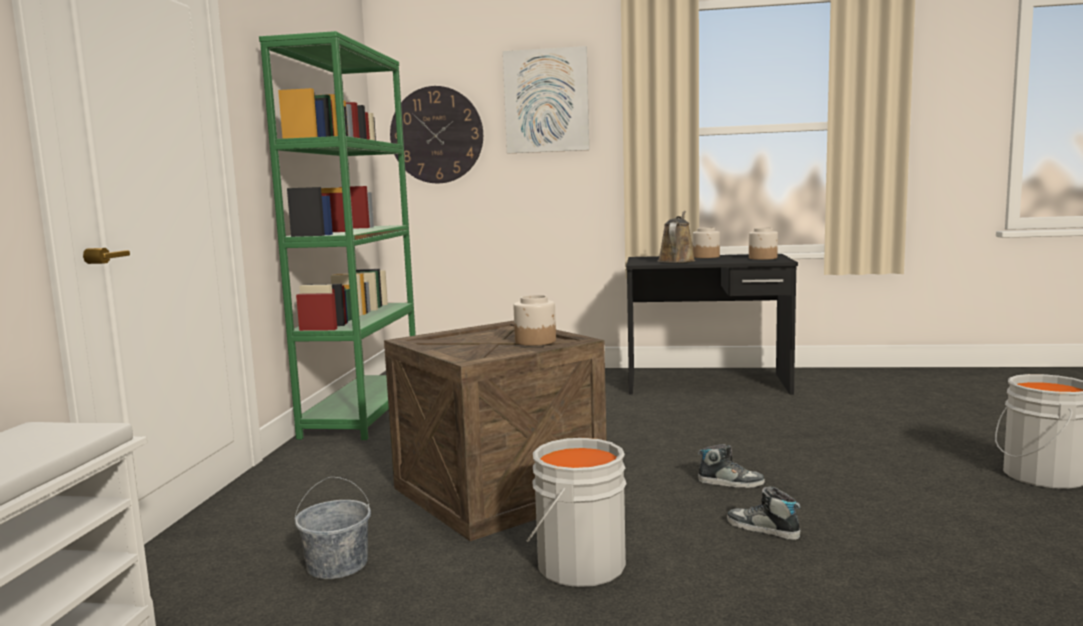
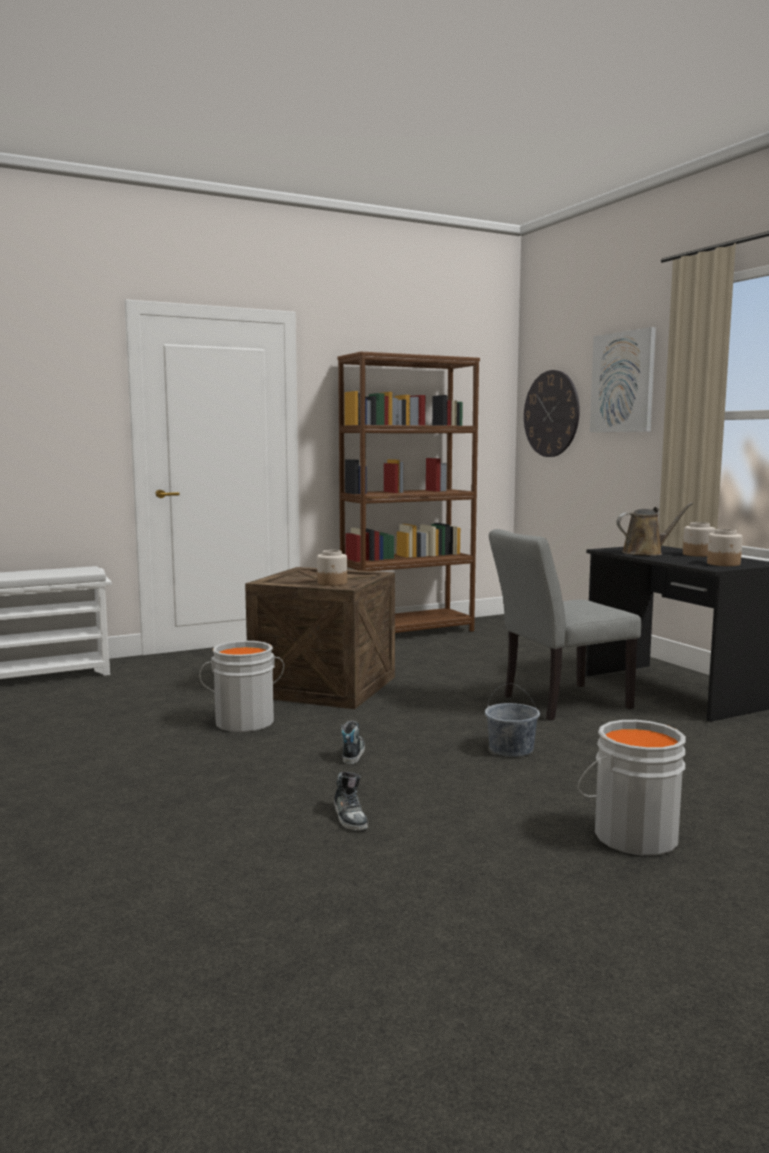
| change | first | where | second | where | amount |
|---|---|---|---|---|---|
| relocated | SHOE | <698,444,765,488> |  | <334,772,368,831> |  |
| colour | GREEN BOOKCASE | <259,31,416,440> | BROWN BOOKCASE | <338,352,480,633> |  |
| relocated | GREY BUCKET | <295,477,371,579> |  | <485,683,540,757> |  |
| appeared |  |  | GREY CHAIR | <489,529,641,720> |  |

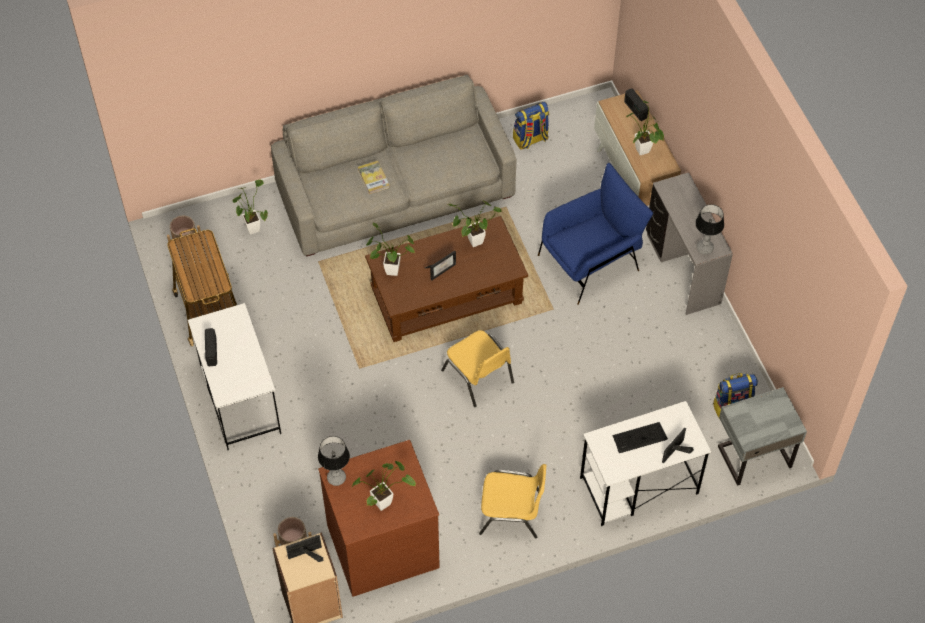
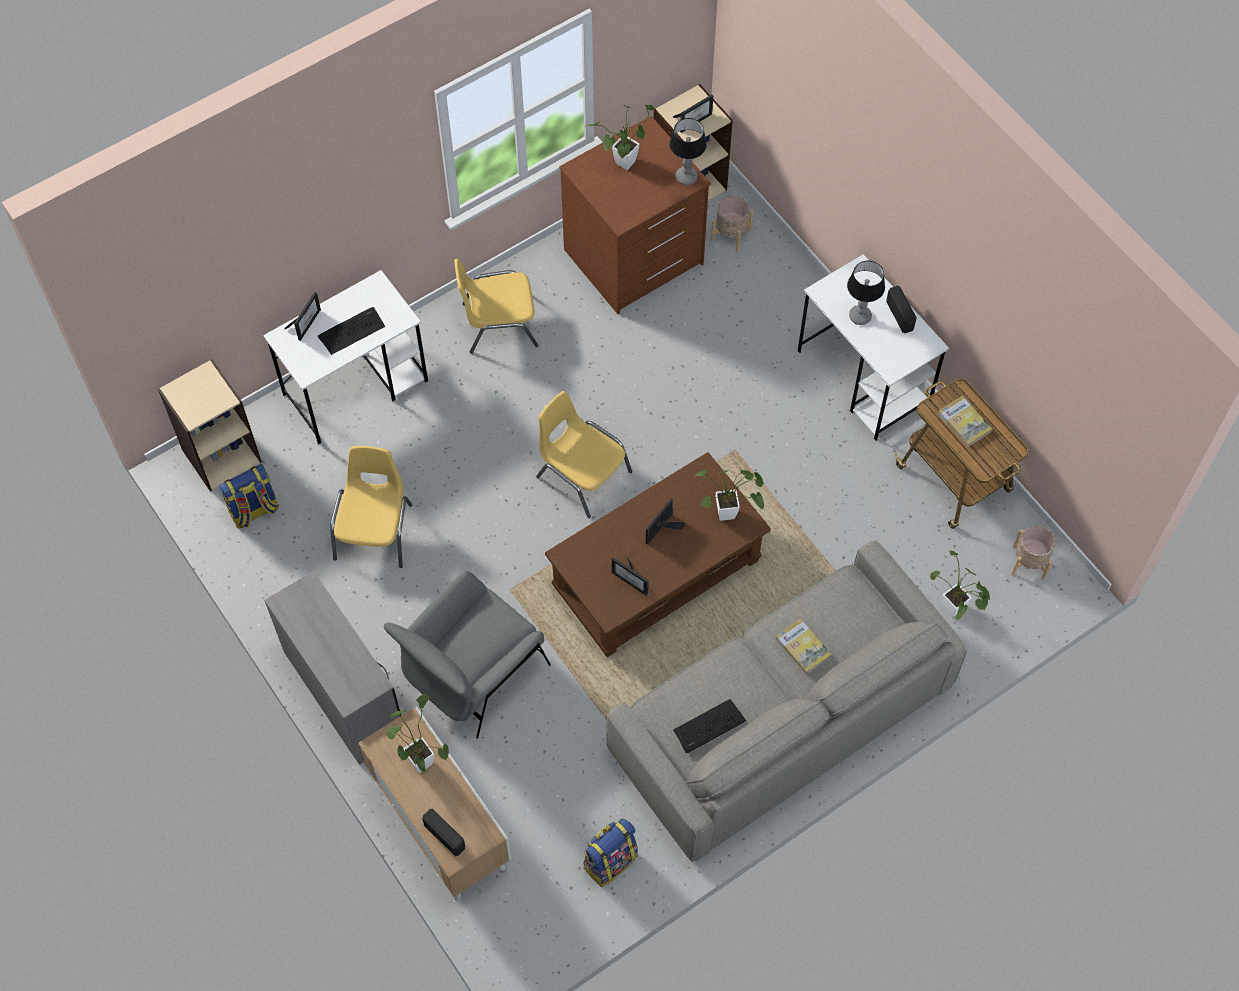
| change | first | where | second | where | amount |
|---|---|---|---|---|---|
| exchanged | GREY NIGHTSTAND | <718,387,807,486> | BEIGE BOOKCASE | <158,359,262,492> |  |
| appeared |  |  | YELLOW CHAIR | <330,446,412,568> |  |
| colour | BLUE ARMCHAIR | <538,163,653,305> | GREY ARMCHAIR | <384,571,551,739> |  |
| exchanged | POTTED PLANT | <449,200,502,247> | PICTURE FRAME | <612,557,648,596> |  |
| appeared |  |  | KEYBOARD | <673,699,746,753> |  |
| relocated | TABLE LAMP | <695,204,724,255> |  | <847,261,885,325> |  |
| appeared |  |  | BOOK | <938,396,992,447> |  |

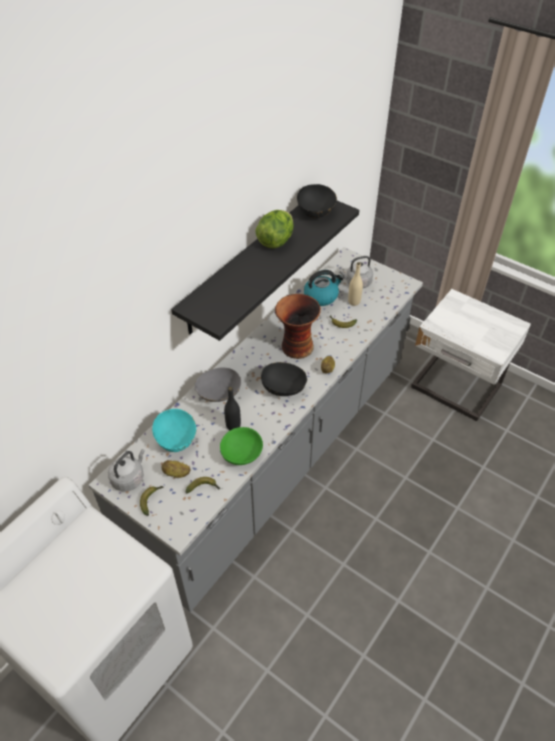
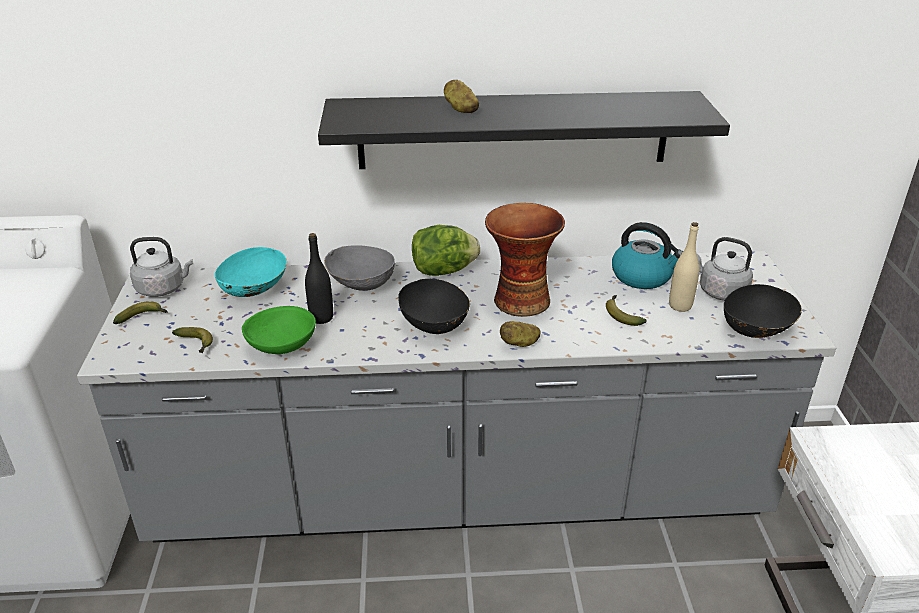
| change | first | where | second | where | amount |
|---|---|---|---|---|---|
| relocated | LETTUCE | <255,210,294,249> |  | <412,225,480,276> |  |
| relocated | POTATO | <162,460,190,478> |  | <444,80,479,113> |  |
| relocated | BLACK BOWL | <297,184,337,218> |  | <724,284,802,338> |  |

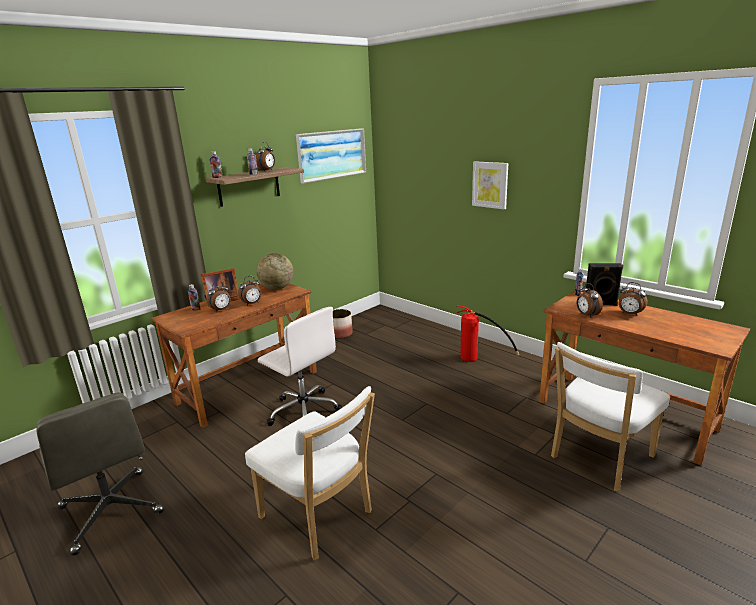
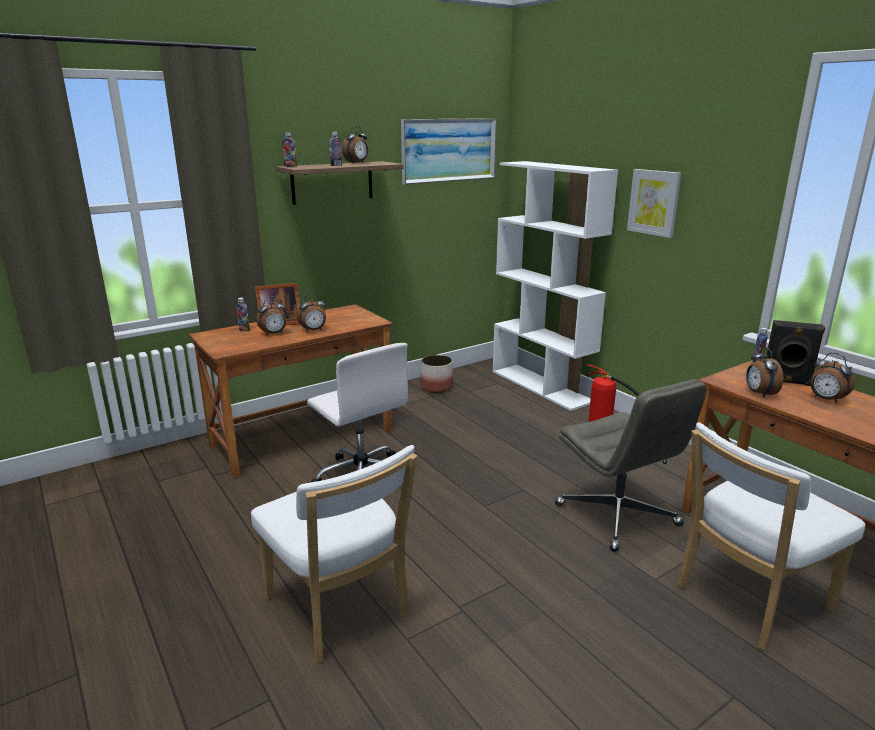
| change | first | where | second | where | amount |
|---|---|---|---|---|---|
| appeared |  |  | WHITE BOOKCASE | <493,161,618,411> |  |
| relocated | GREY OFFICE CHAIR | <36,392,164,555> |  | <555,379,707,552> |  |
| missing | GLOBE | <256,253,293,290> |  |  |  |

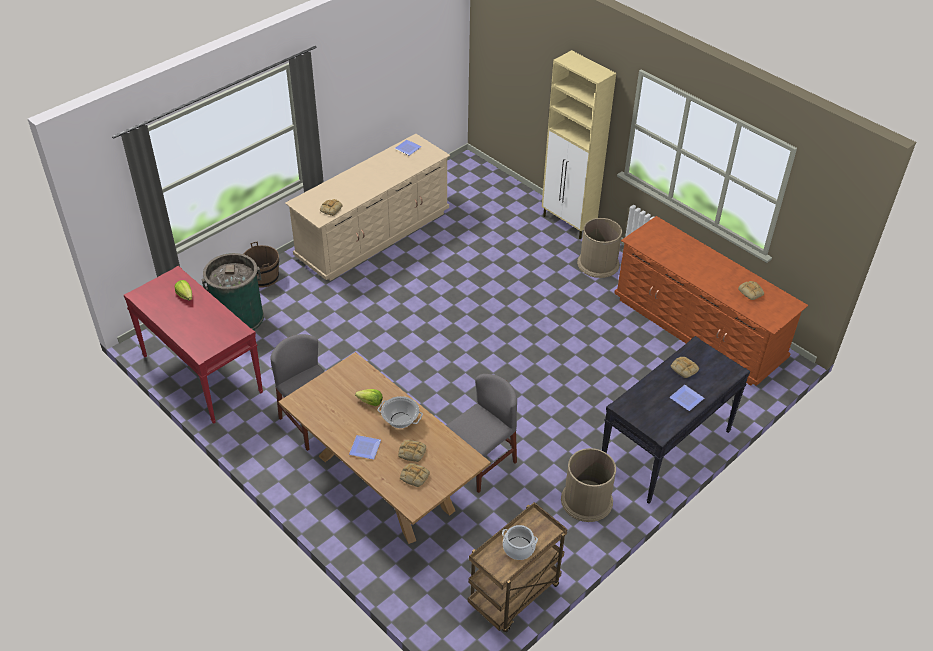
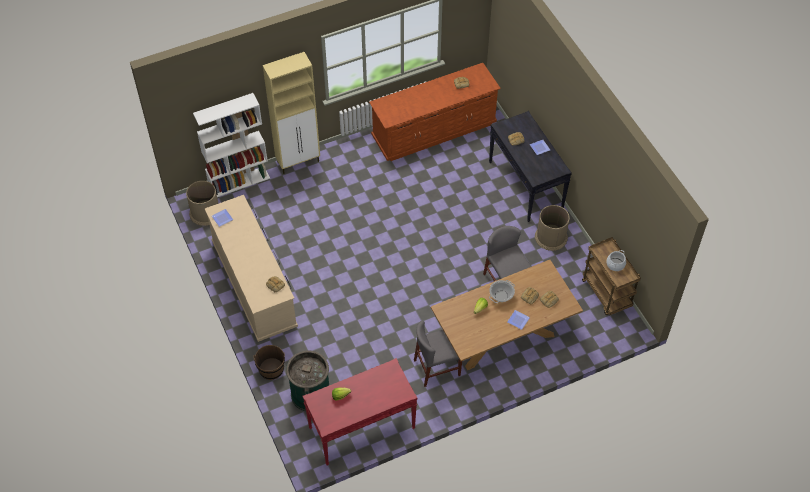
| change | first | where | second | where | amount |
|---|---|---|---|---|---|
| relocated | BROWN TRASH CAN | <577,218,622,278> |  | <186,181,218,226> |  |
| appeared |  |  | WHITE BOOKCASE | <193,93,270,197> |  |

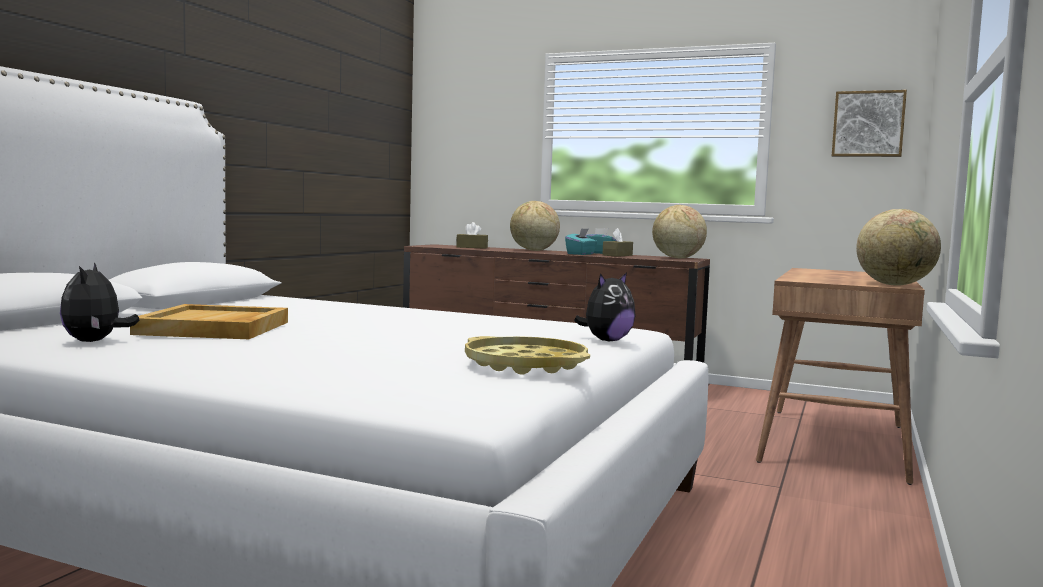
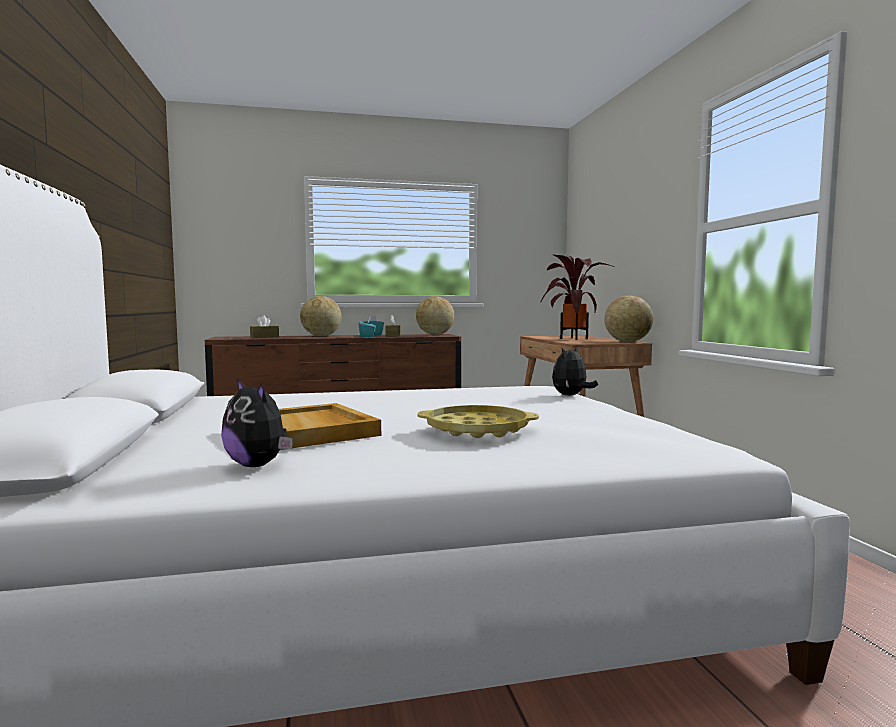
| change | first | where | second | where | amount |
|---|---|---|---|---|---|
| relocated | YELLOW TRAY | <465,336,590,375> |  | <418,405,539,438> |  |
| appeared |  |  | POTTED PLANT | <540,255,614,340> |  |
| spun | PLUSH TOY | <574,272,636,341> |  | <552,346,598,396> | 150 degrees counterclockwise |
| missing | PICTURE | <832,90,907,157> |  |  |  |

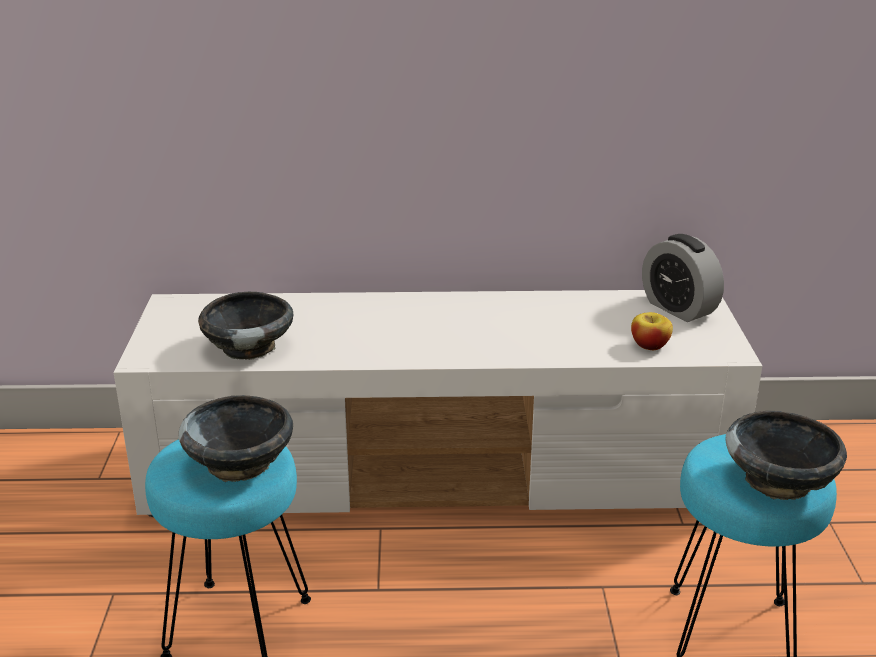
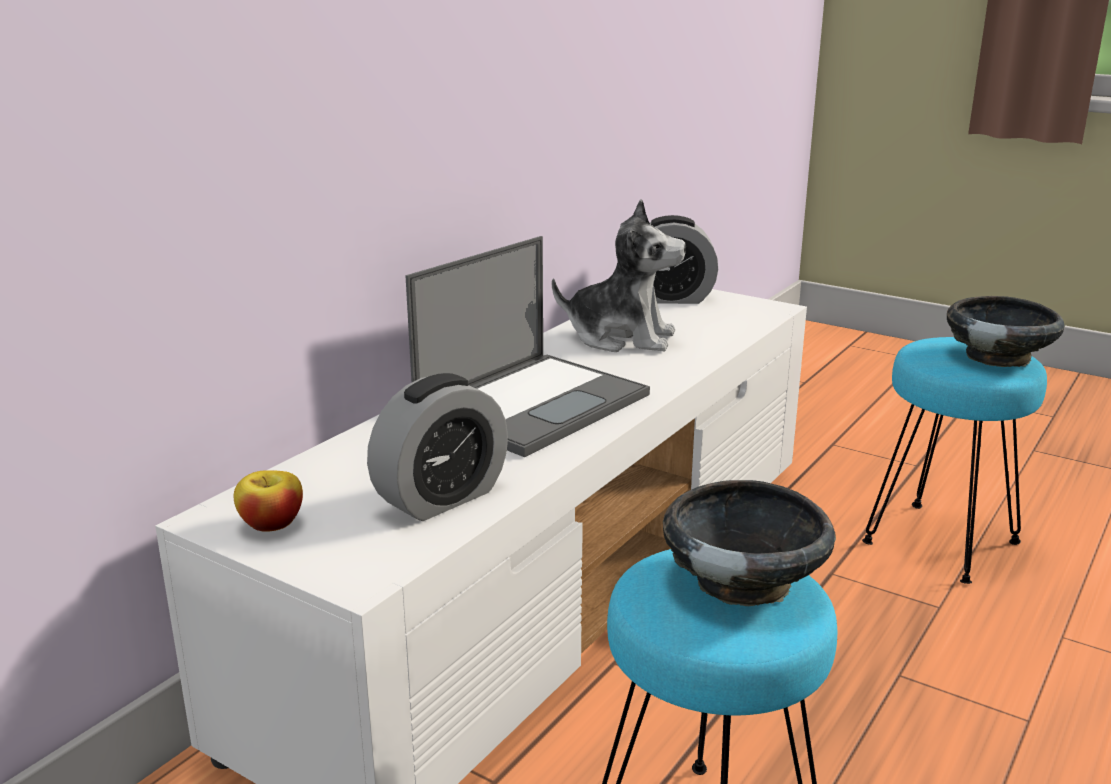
| change | first | where | second | where | amount |
|---|---|---|---|---|---|
| relocated | APPLE | <631,312,673,350> |  | <234,470,303,532> |  |
| exchanged | BLACK BOWL | <198,292,293,360> | ALARM CLOCK | <367,373,508,521> |  |
| appeared |  |  | LAPTOP | <406,236,650,457> |  |
| appeared |  |  | PLUSH TOY | <552,199,686,352> |  |

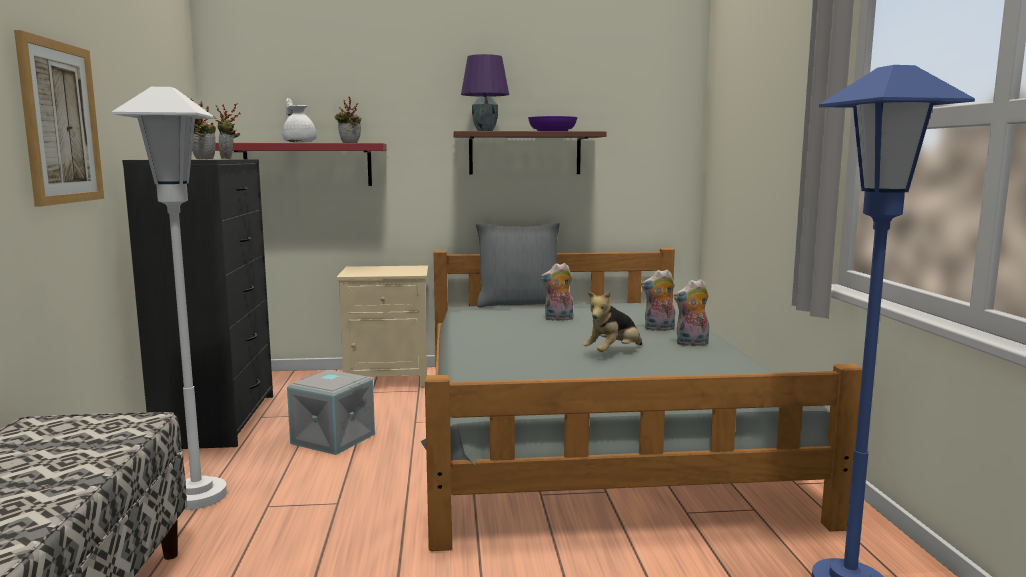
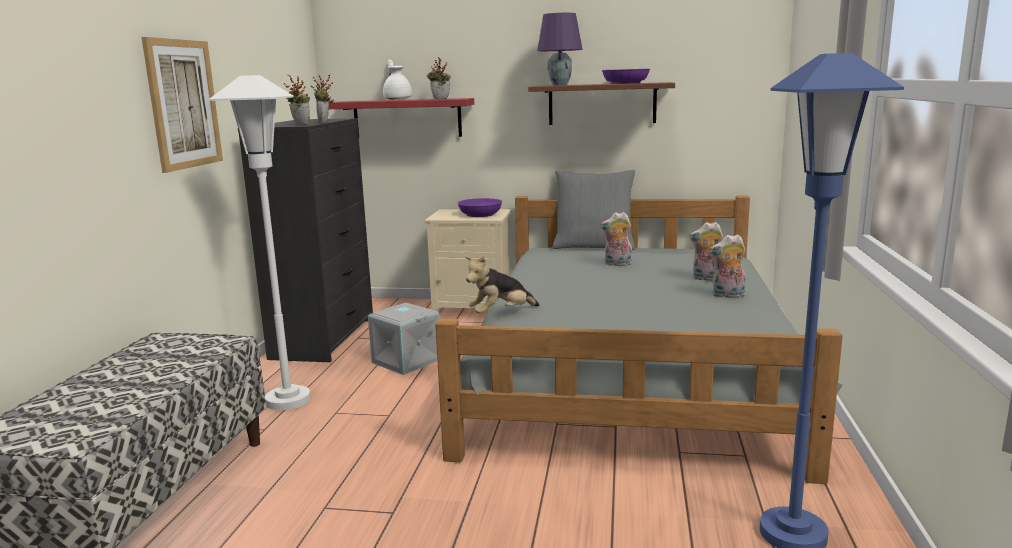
| change | first | where | second | where | amount |
|---|---|---|---|---|---|
| appeared |  |  | PURPLE BOWL | <457,198,502,217> |  |
| relocated | PLUSH TOY | <583,291,642,352> |  | <466,256,540,313> |  |

